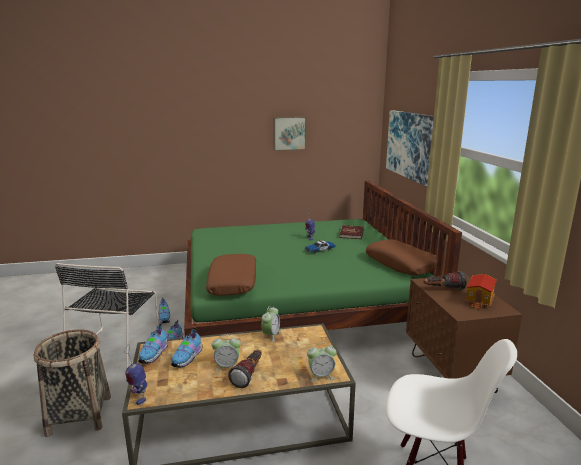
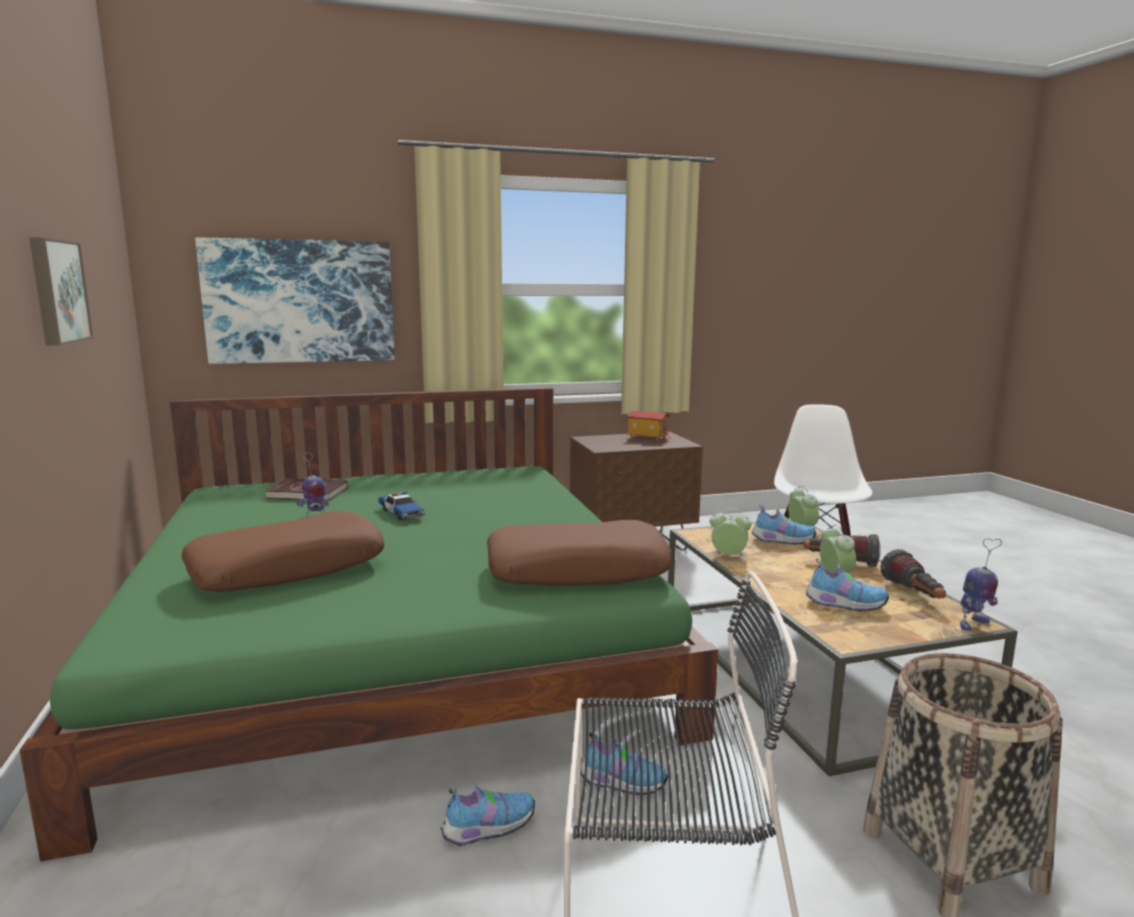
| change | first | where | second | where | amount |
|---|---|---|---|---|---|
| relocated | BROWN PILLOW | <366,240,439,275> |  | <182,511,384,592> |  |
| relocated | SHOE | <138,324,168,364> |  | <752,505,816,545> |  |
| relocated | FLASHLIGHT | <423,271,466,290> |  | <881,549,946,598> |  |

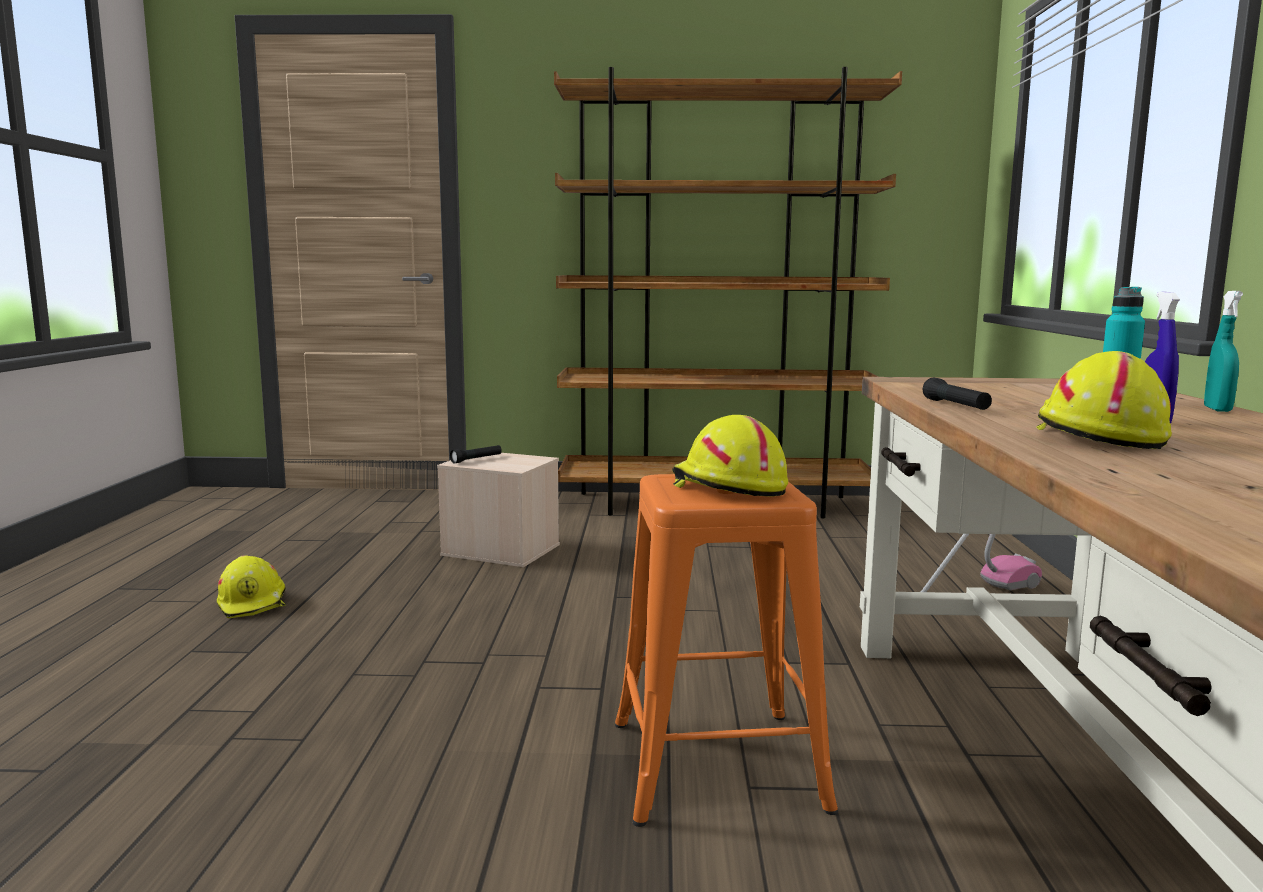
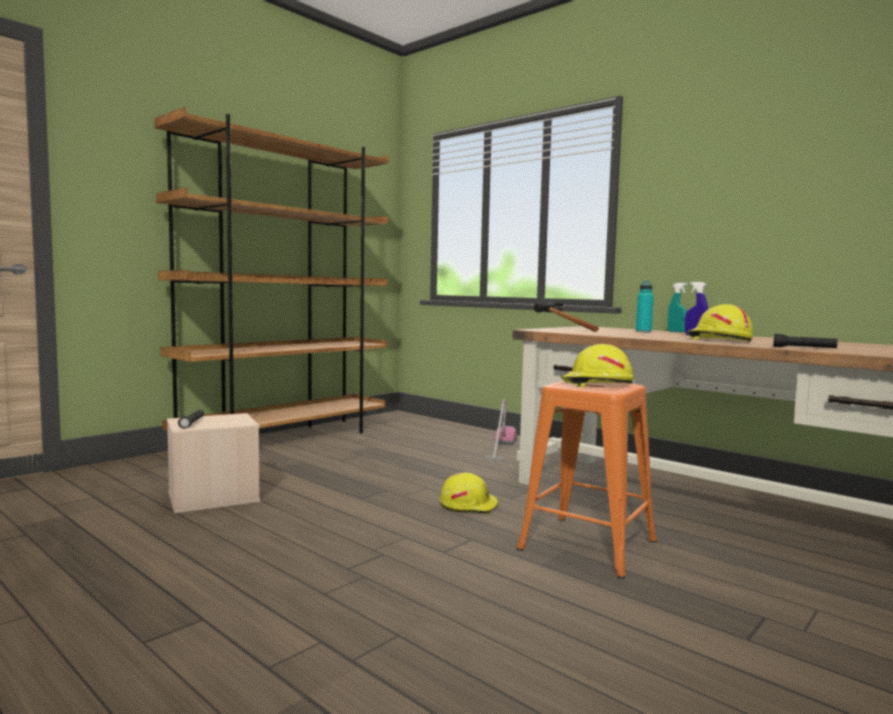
| change | first | where | second | where | amount |
|---|---|---|---|---|---|
| relocated | YELLOW HARD HAT | <217,555,286,618> |  | <440,473,498,514> |  |
| appeared |  |  | HAMMER | <534,303,599,332> |  |
| relocated | BLACK FLASHLIGHT | <923,378,992,410> |  | <773,334,838,348> |  |

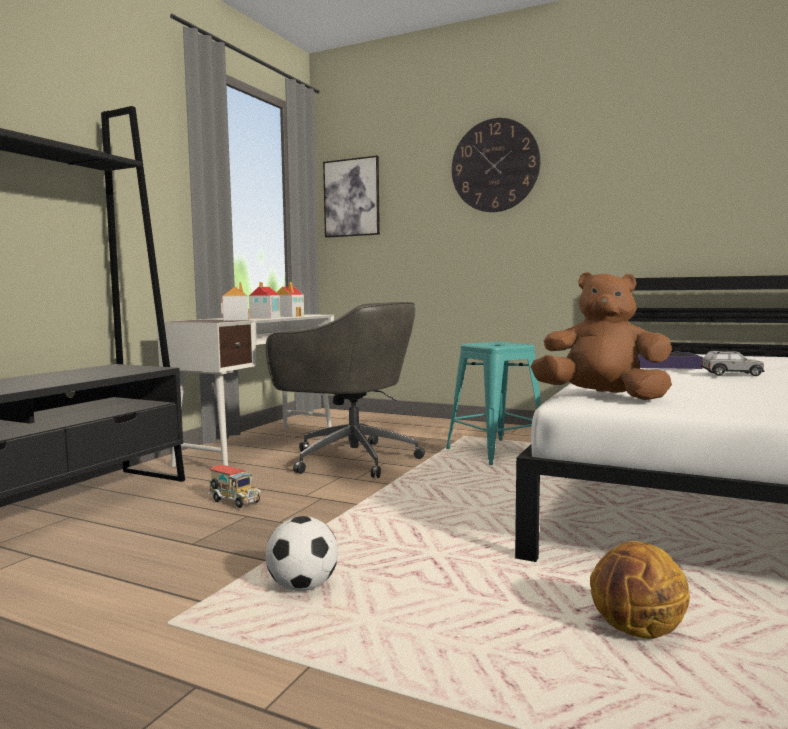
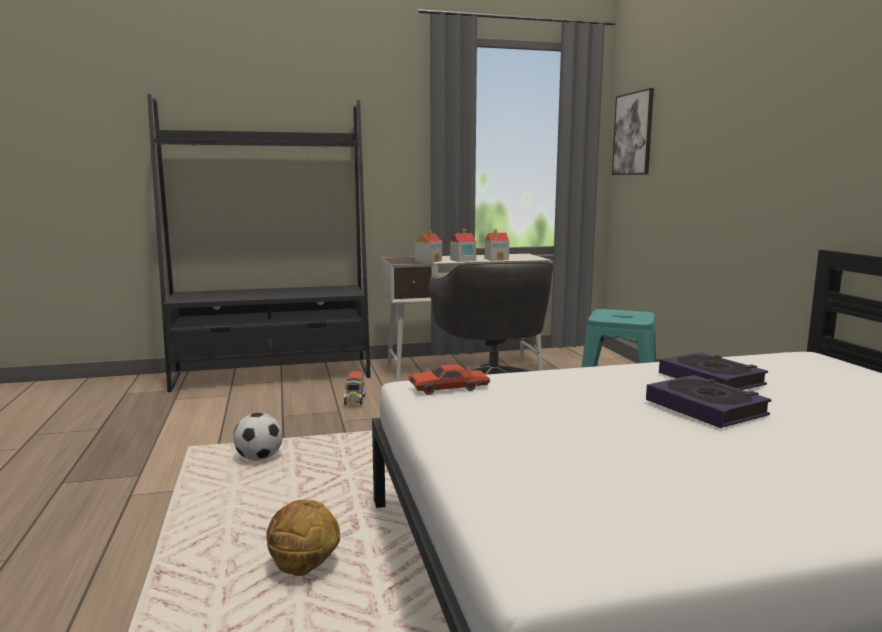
| change | first | where | second | where | amount |
|---|---|---|---|---|---|
| exchanged | BROWN PLUSH TOY | <530,272,672,400> | RED TOY CAR | <409,365,490,395> |  |
| exchanged | GREY TOY CAR | <701,350,765,376> | BOOK | <646,375,772,428> |  |
| missing | WALL CLOCK | <452,118,541,212> |  |  |  |

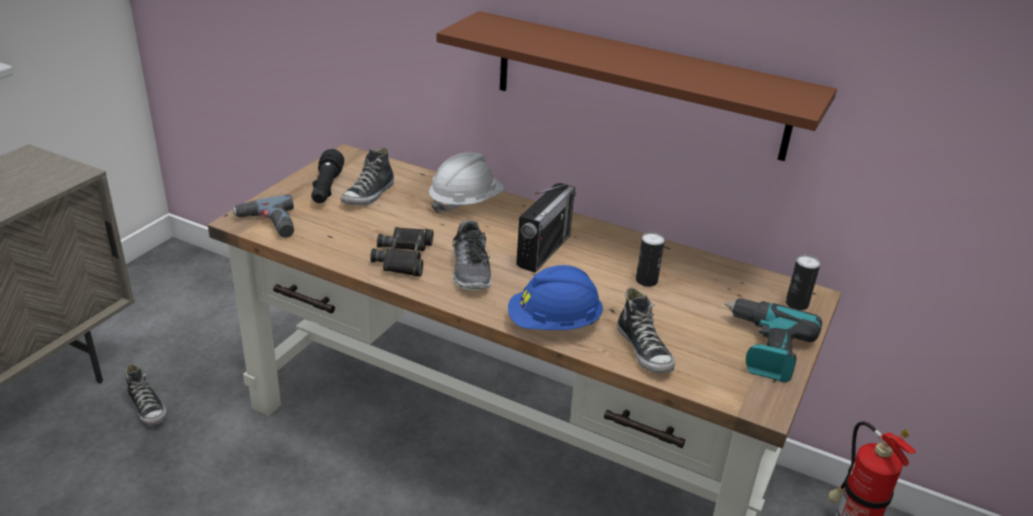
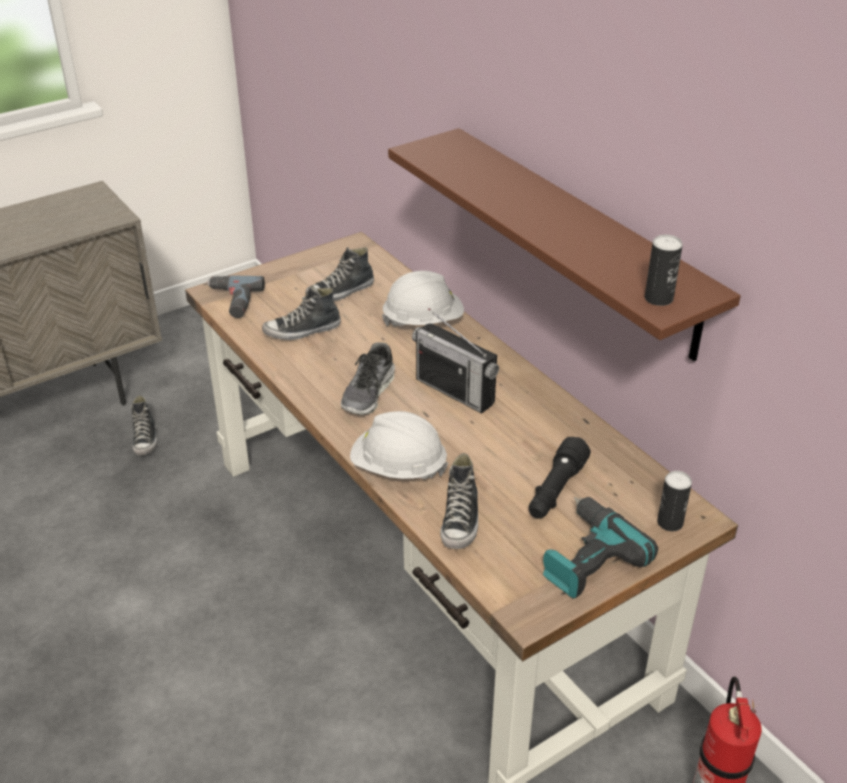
| change | first | where | second | where | amount |
|---|---|---|---|---|---|
| appeared |  |  | SHOE | <262,285,341,340> |  |
| colour | BLUE HARD HAT | <508,265,603,330> | WHITE HARD HAT | <350,411,448,479> |  |
| spun | RADIO | <516,183,576,273> |  | <412,308,499,414> | 75 degrees clockwise |
| relocated | BLACK FLASHLIGHT | <311,149,344,203> |  | <529,437,591,518> |  |
| relocated | CAN | <636,232,665,287> |  | <645,235,683,306> |  |
| missing | BLACK BINOCULARS | <370,227,433,277> |  |  |  |

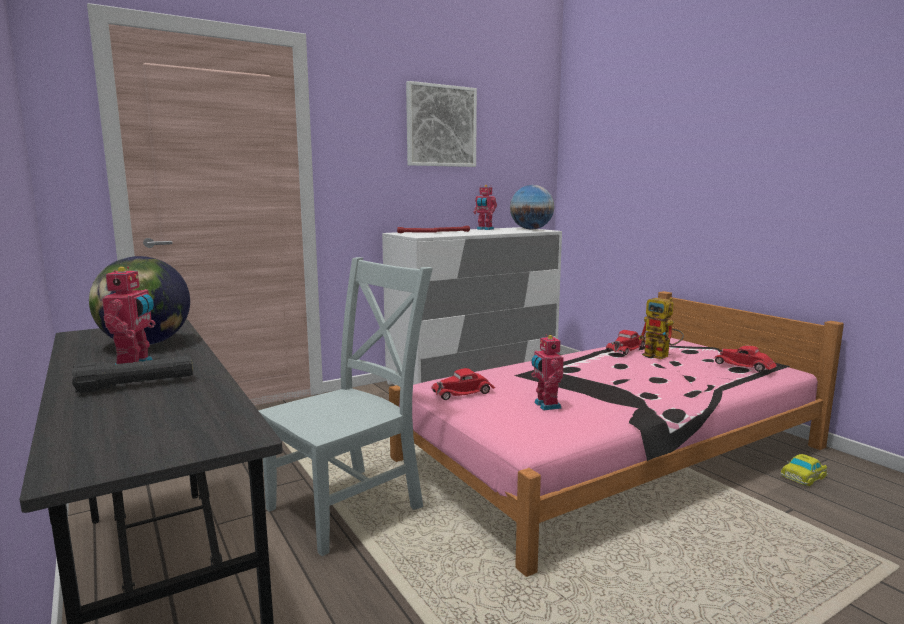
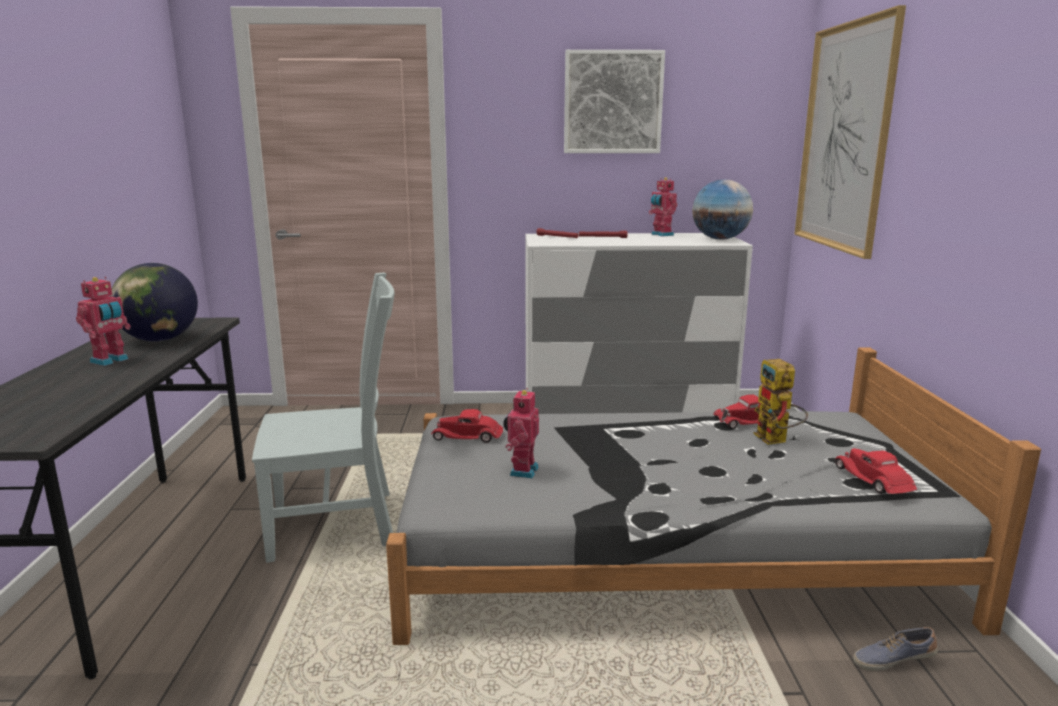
| change | first | where | second | where | amount |
|---|---|---|---|---|---|
| colour | PINK BED | <389,291,844,577> | GREY BED | <386,347,1041,645> |  |
| appeared |  |  | PICTURE | <794,5,906,259> |  |
| exchanged | TOY CAR | <780,454,828,486> | SHOE | <853,627,938,671> |  |
| missing | BLACK FLASHLIGHT | <72,355,193,393> |  |  |  |

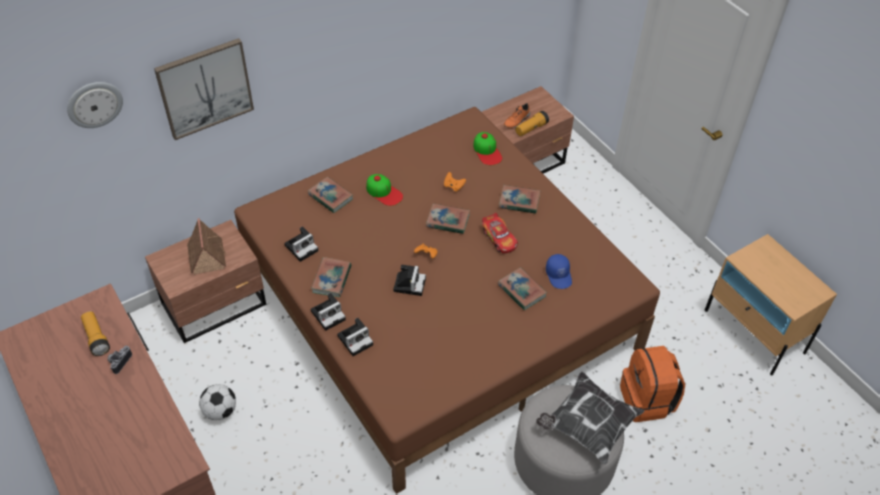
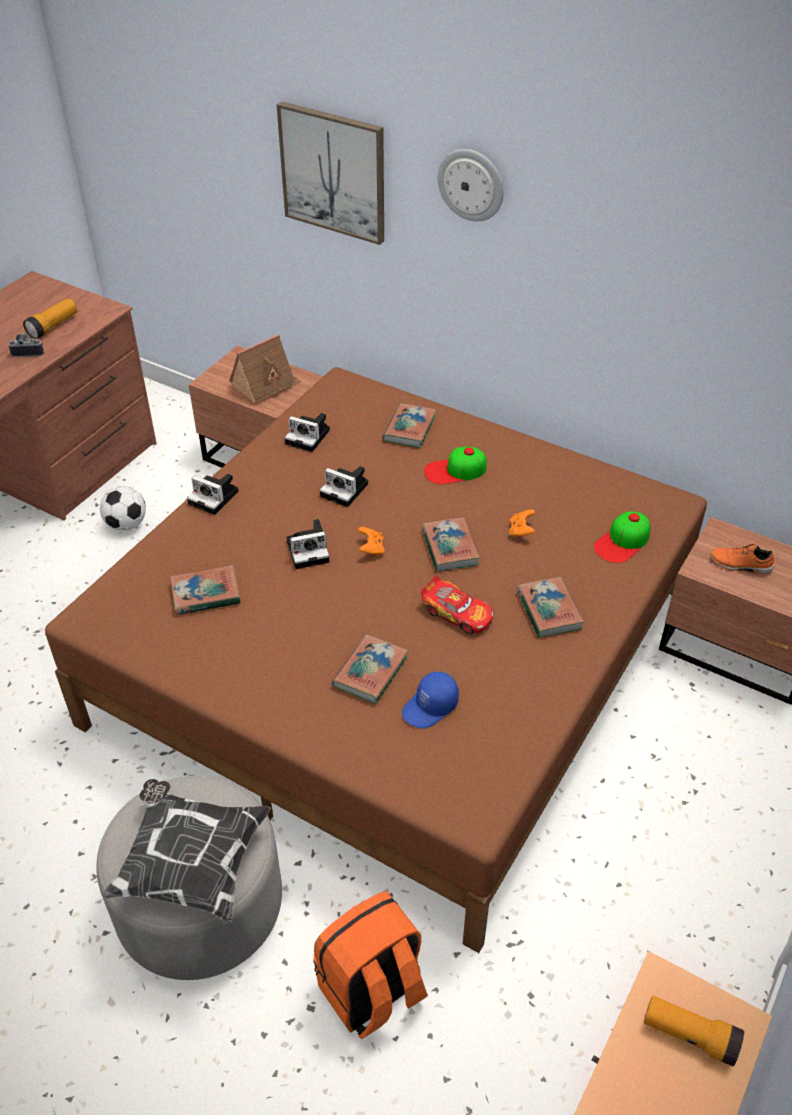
| change | first | where | second | where | amount |
|---|---|---|---|---|---|
| relocated | BOOK | <311,257,352,297> |  | <170,565,241,615> |  |
| relocated | PHOTO CAMERA | <337,318,373,356> |  | <320,466,368,507> |  |
| spun | TOY CAR | <482,213,518,254> |  | <421,575,493,634> | 90 degrees counterclockwise |
| spun | CAP | <366,174,403,206> |  | <424,446,487,485> | 60 degrees clockwise |
| relocated | WALL CLOCK | <67,82,123,128> |  | <438,149,504,221> |  |
| relocated | FLASHLIGHT | <515,111,549,136> |  | <644,996,744,1066> |  |

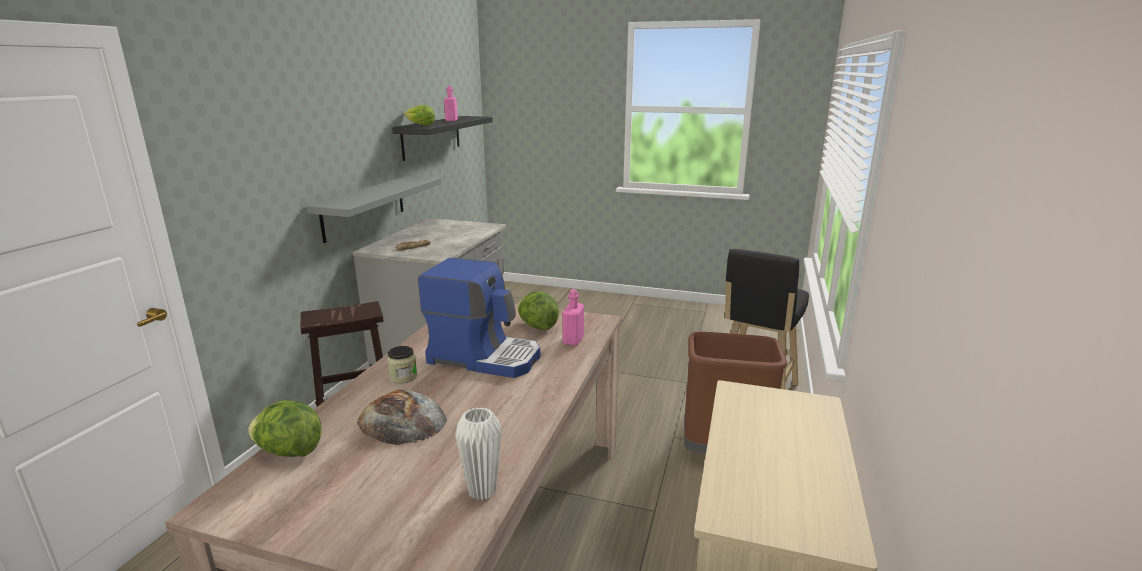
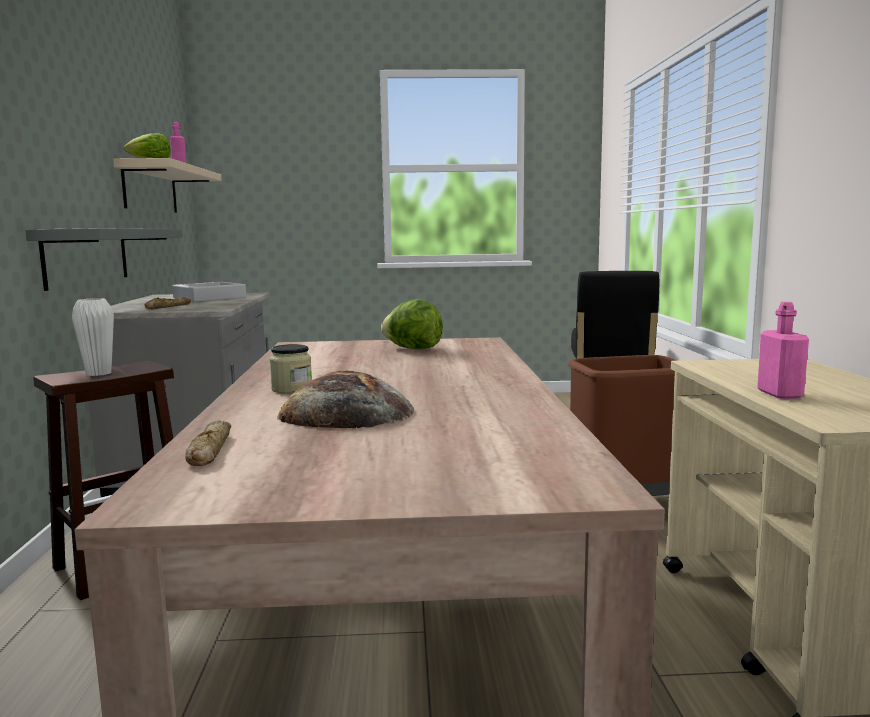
| change | first | where | second | where | amount |
|---|---|---|---|---|---|
| relocated | WHITE VASE | <455,407,502,500> |  | <72,298,114,376> |  |
| colour | BLACK SHELF | <392,116,493,161> | BEIGE SHELF | <113,158,222,213> |  |
| appeared |  |  | GREY TRAY | <172,282,247,302> |  |
| exchanged | LETTUCE | <248,401,321,457> | BREAD | <185,420,231,466> |  |
| relocated | PINK BOTTLE | <563,289,584,346> |  | <757,302,809,399> |  |
| missing | COFFEE MACHINE | <418,258,540,378> |  |  |  |

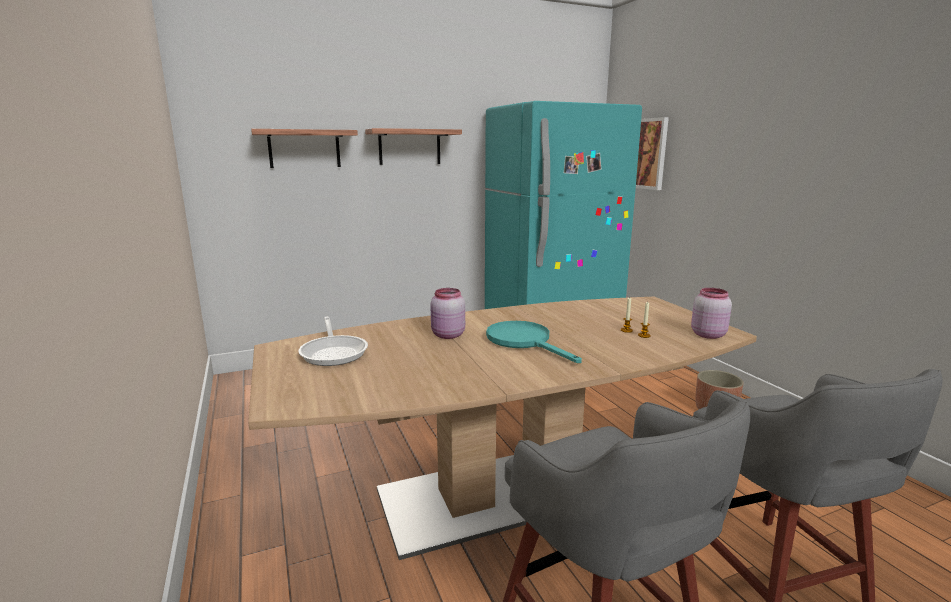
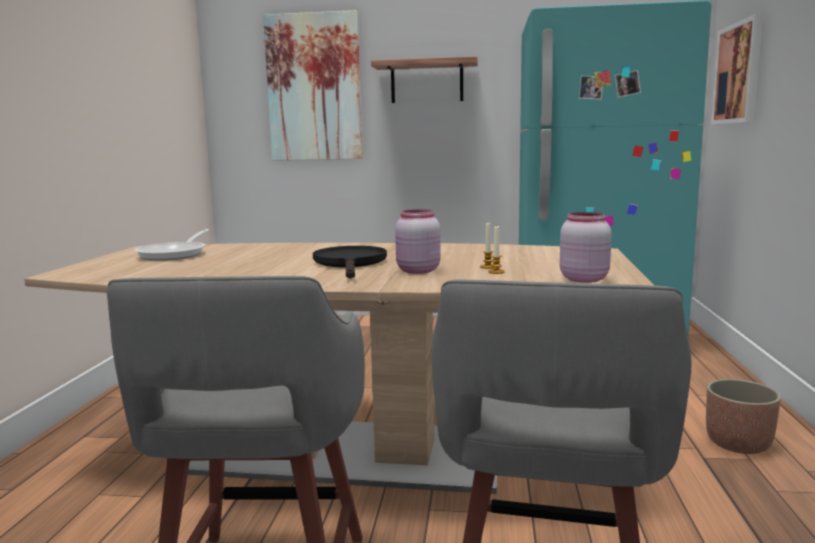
| change | first | where | second | where | amount |
|---|---|---|---|---|---|
| exchanged | SHELF | <251,129,358,168> | PICTURE | <263,10,363,161> |  |
| colour | TURQUOISE FRYING PAN | <486,321,582,363> | BLACK FRYING PAN | <313,246,387,278> |  |
| relocated | PINK JAR | <430,288,465,339> |  | <395,209,441,274> |  |

